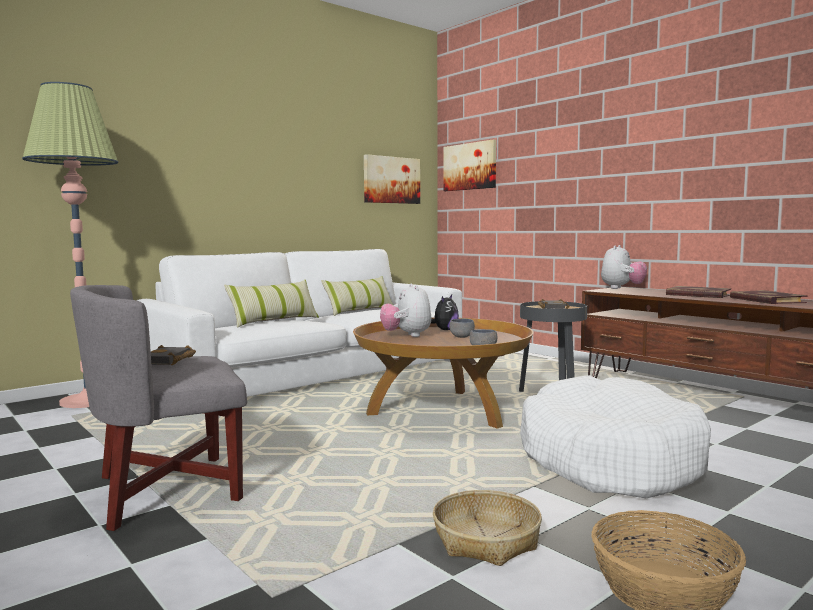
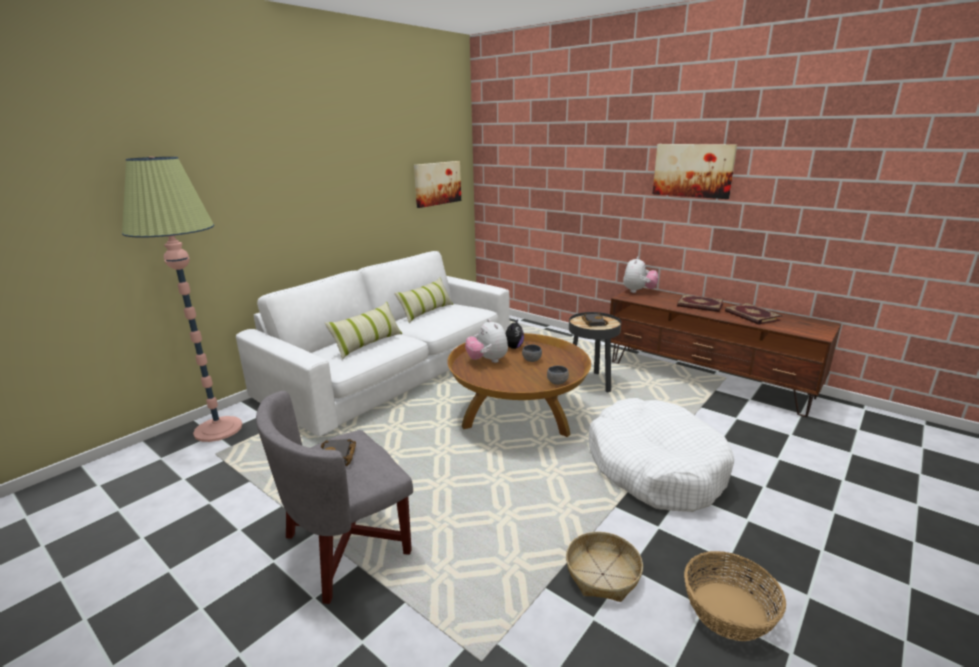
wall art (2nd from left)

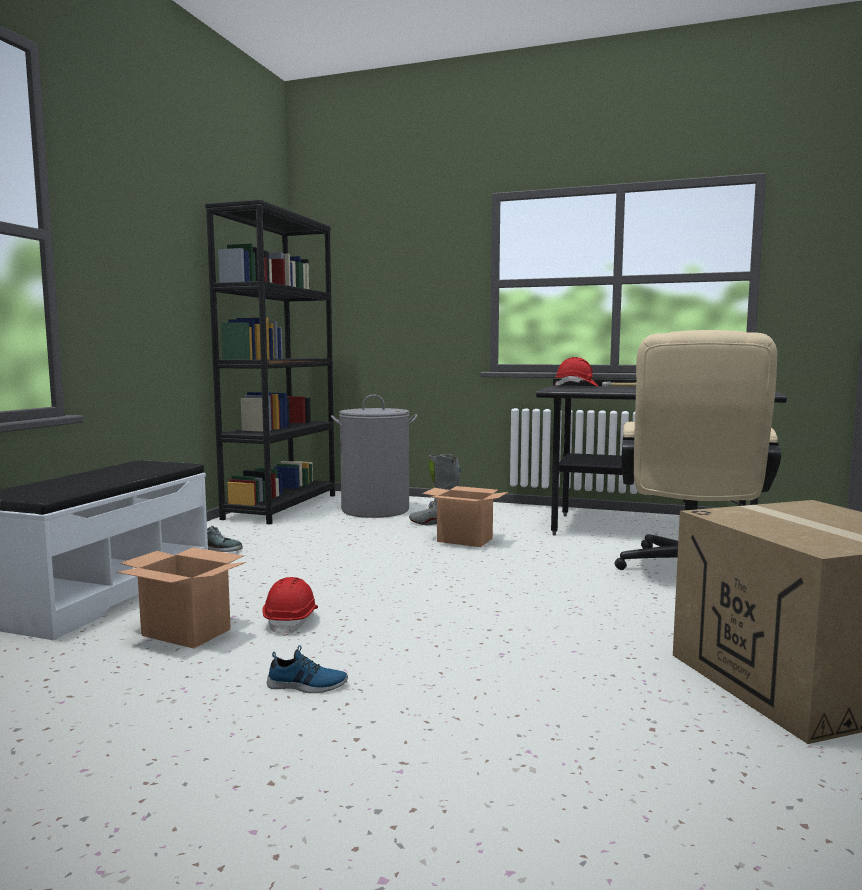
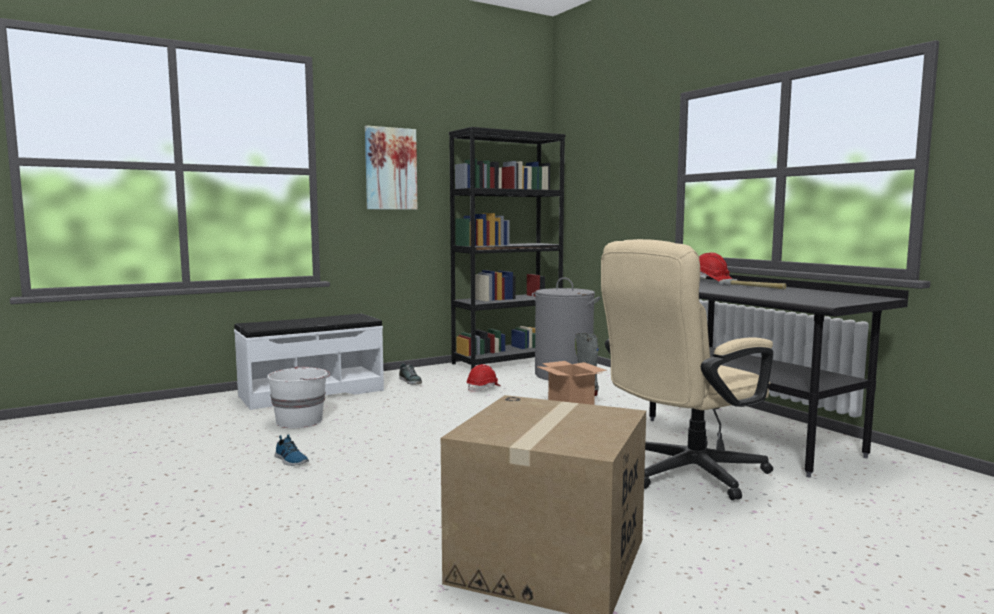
whitish bucket
reddish work helmet (1st from left)
wall art

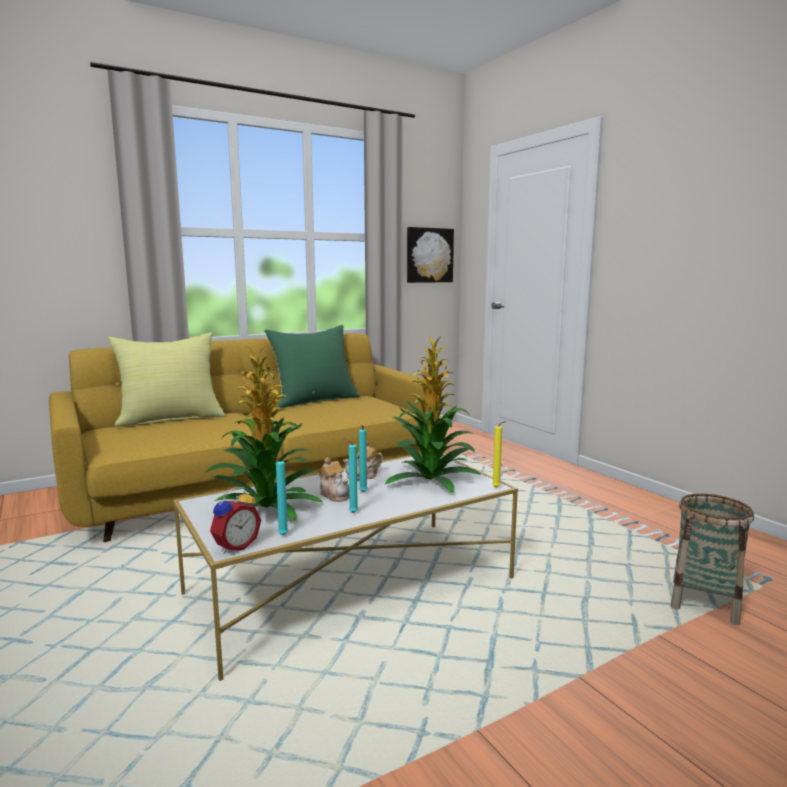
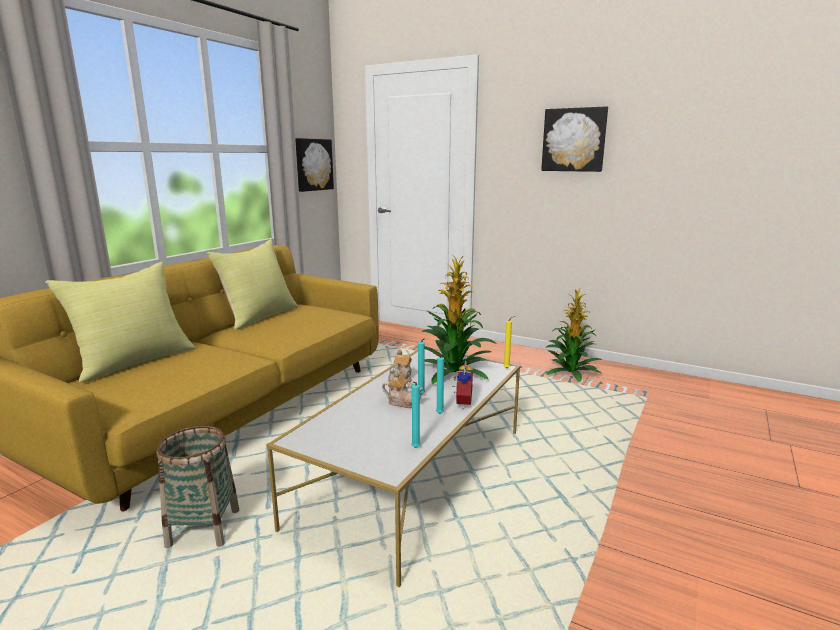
yellow-coloured pillow (2nd from left)
plant in a pot (2nd from left)
table clock
basket
wall art (2nd from left)

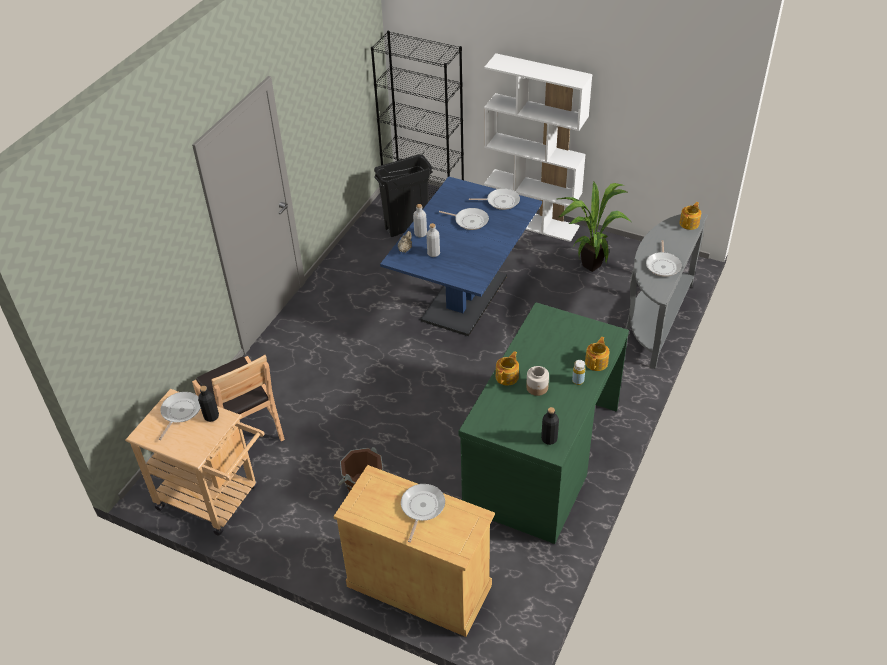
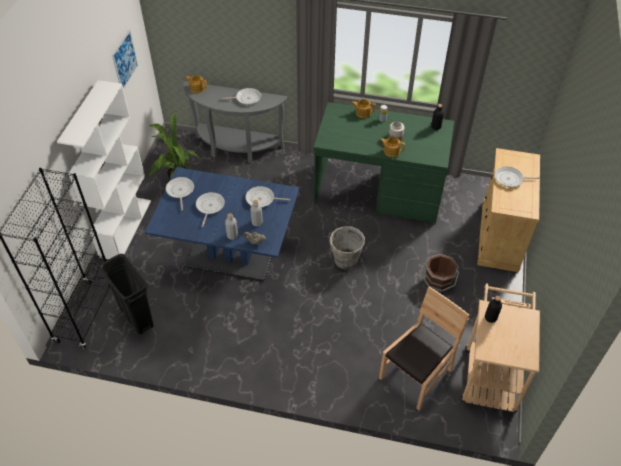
skillet (4th from left)
wall art
grey bucket

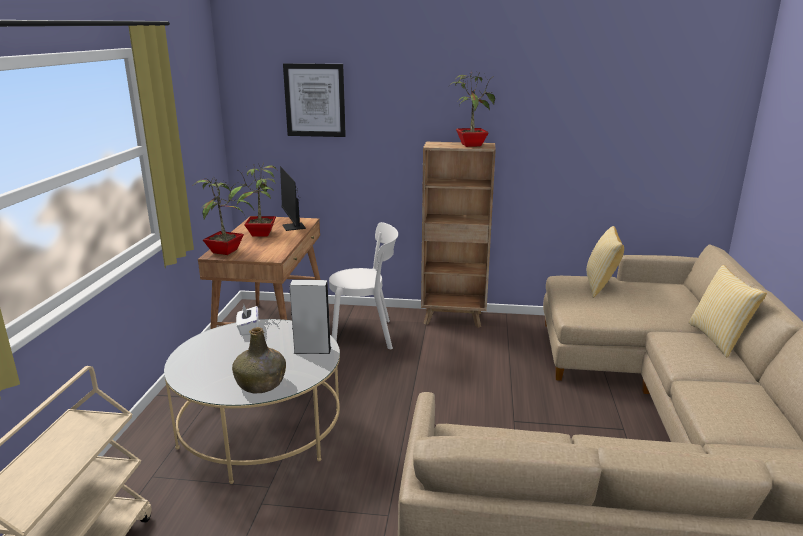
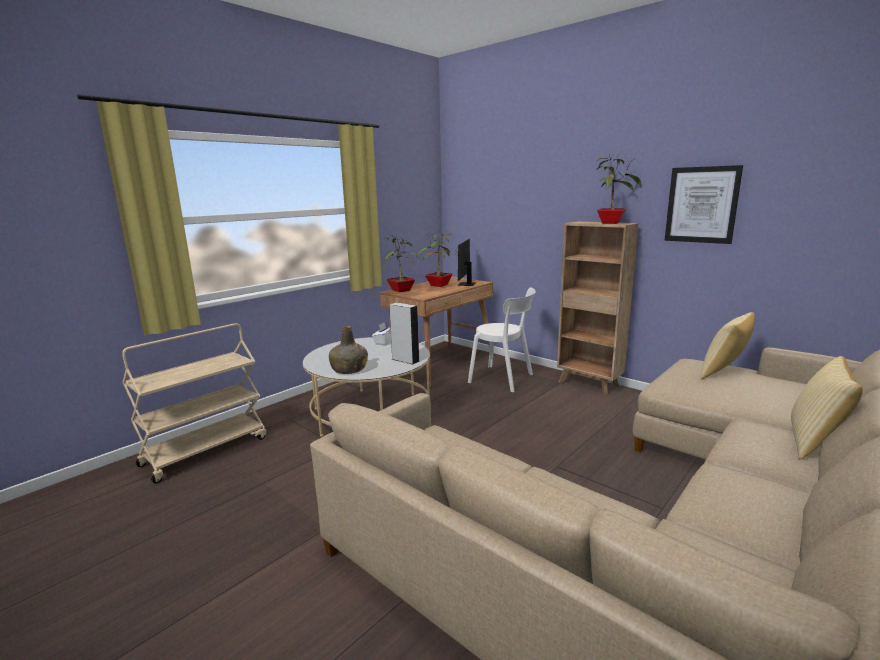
wall art

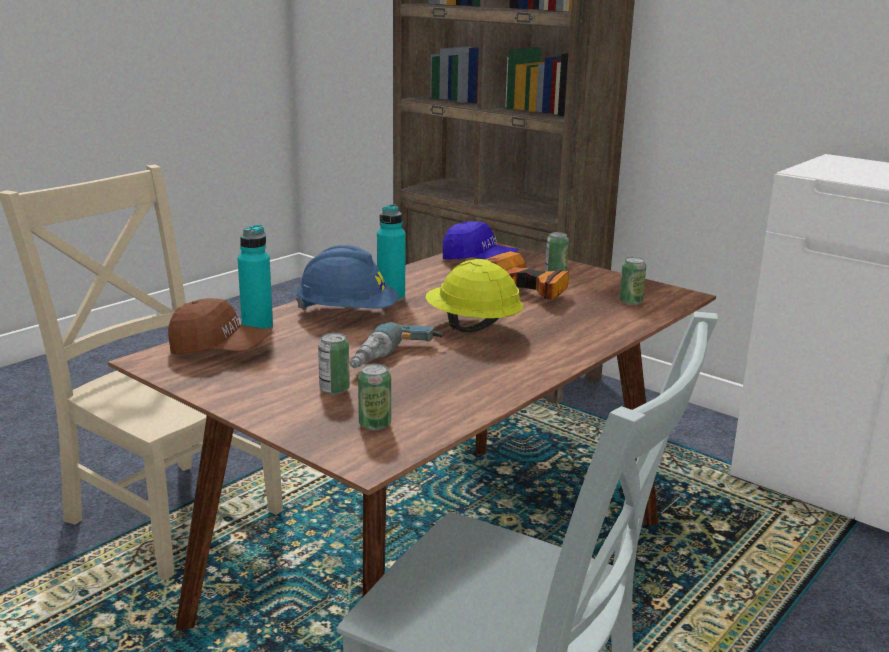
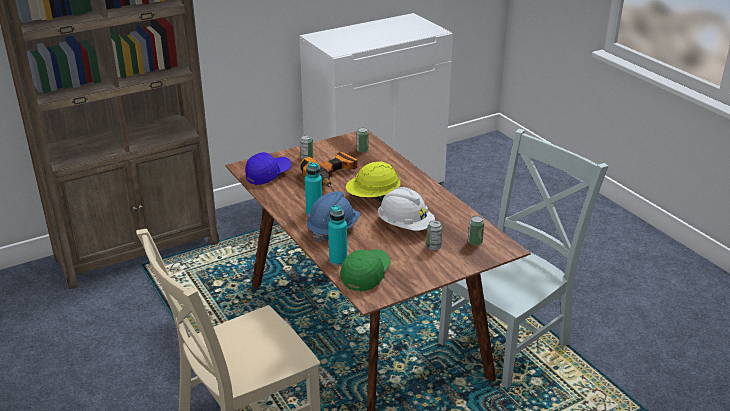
greenish peaked cap
whitish work helmet

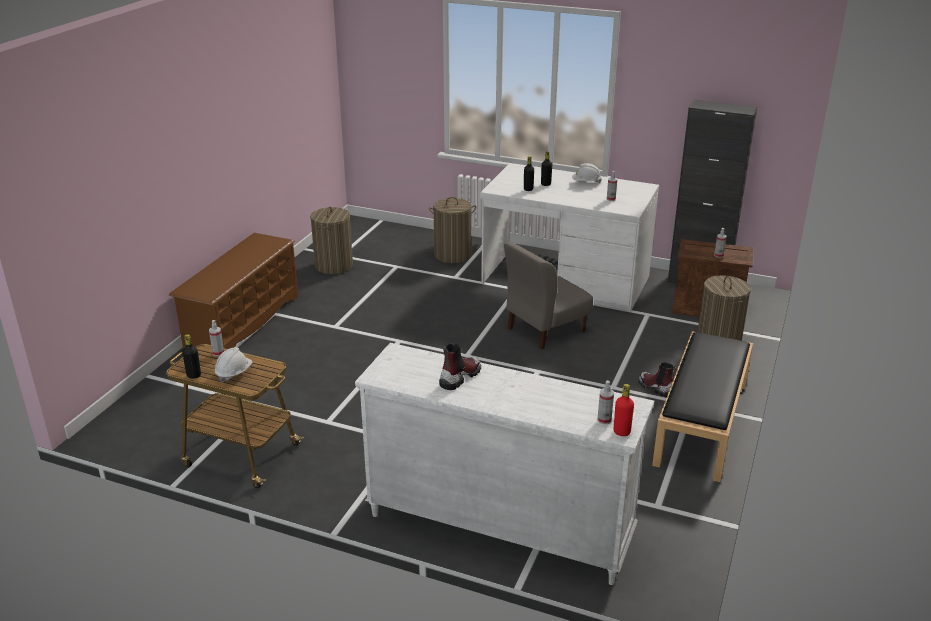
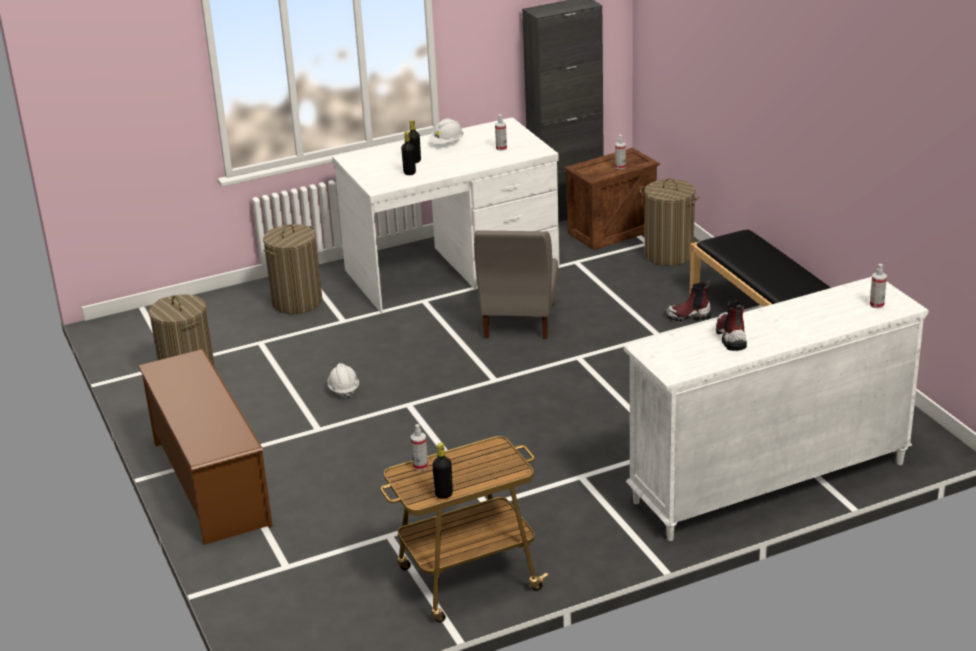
whitish work helmet (1st from left)
reddish drink bottle

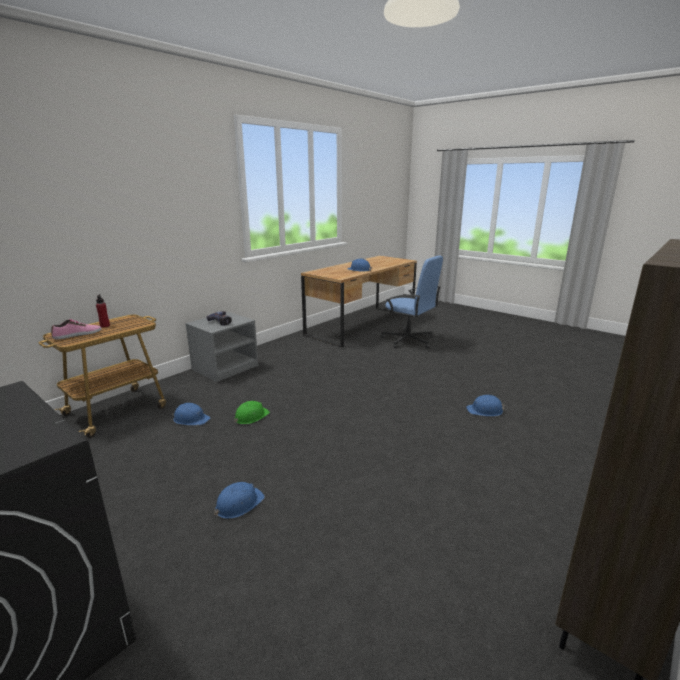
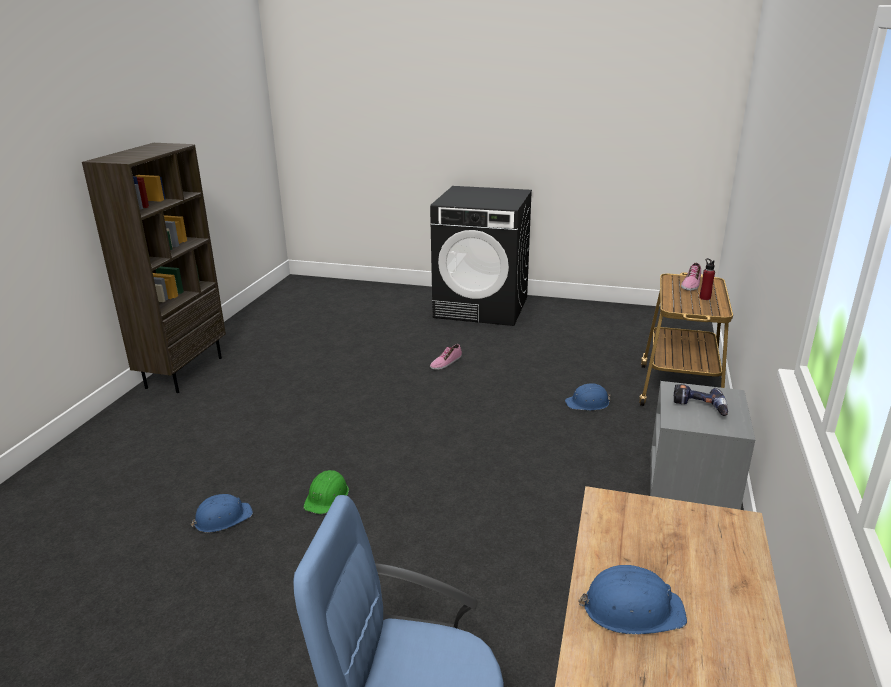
greenish work helmet
item of footwear (1st from left)

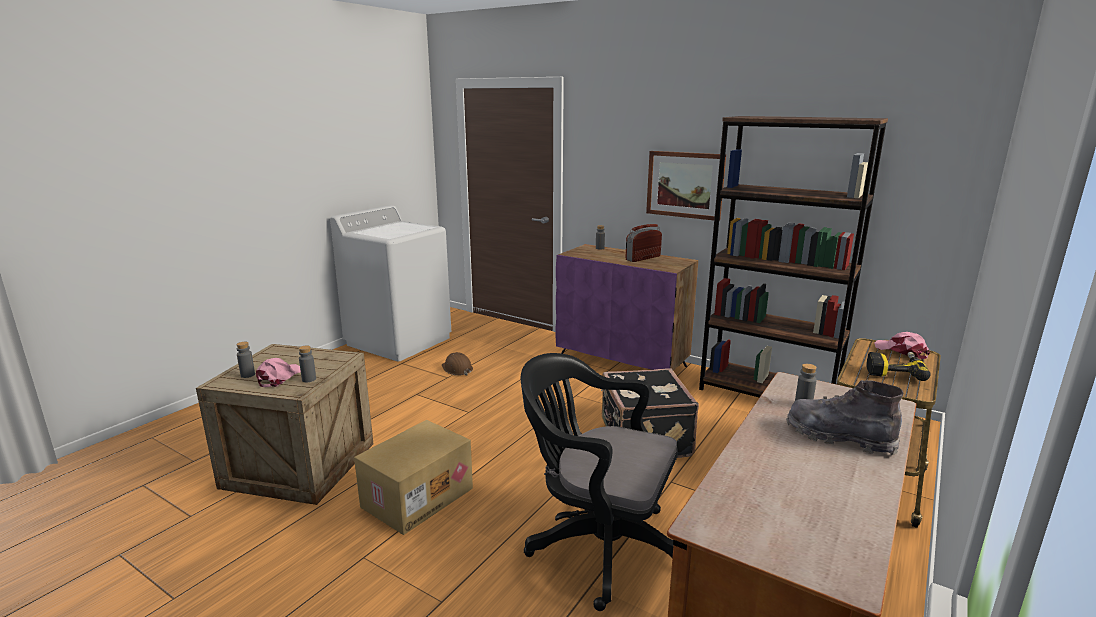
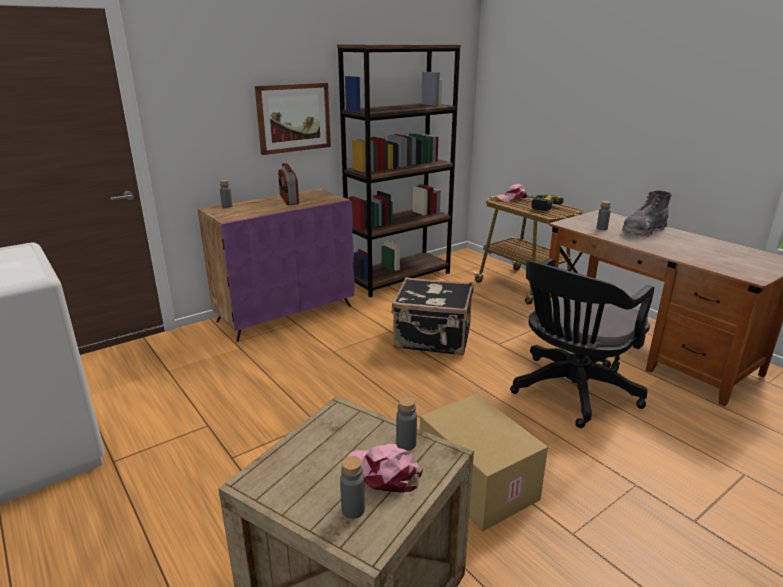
brown-coloured work helmet

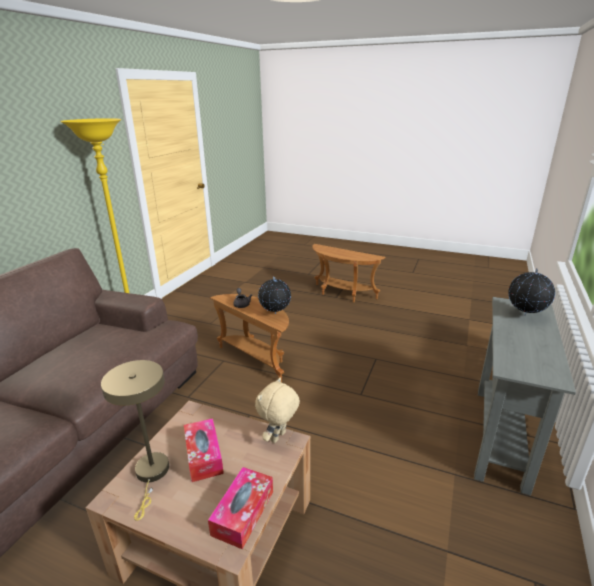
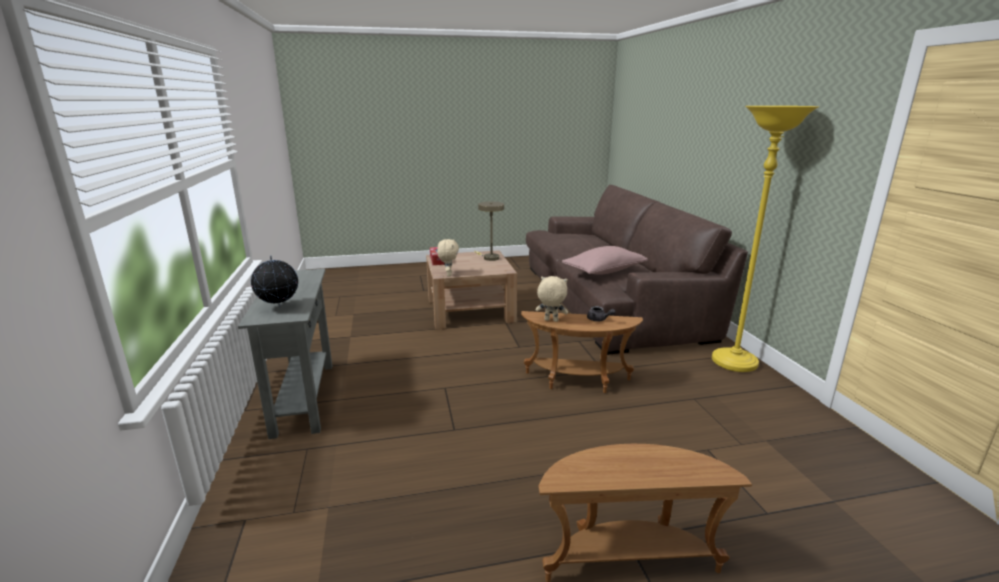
beige plush toy (2nd from left)
tissue box (1st from left in the first image)
pinkish pillow

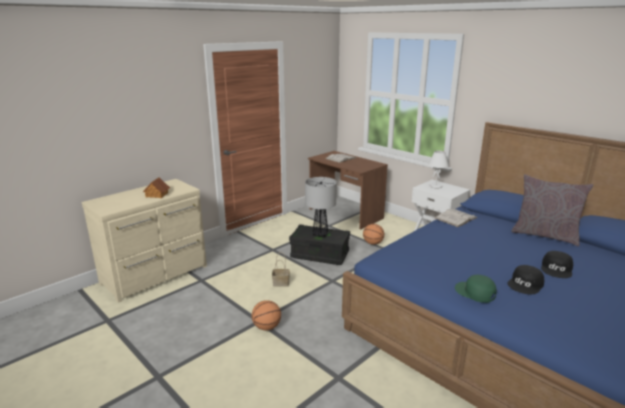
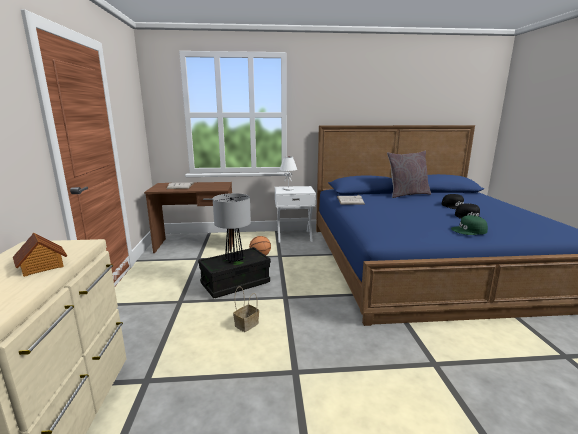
basketball (1st from left in the first image)

